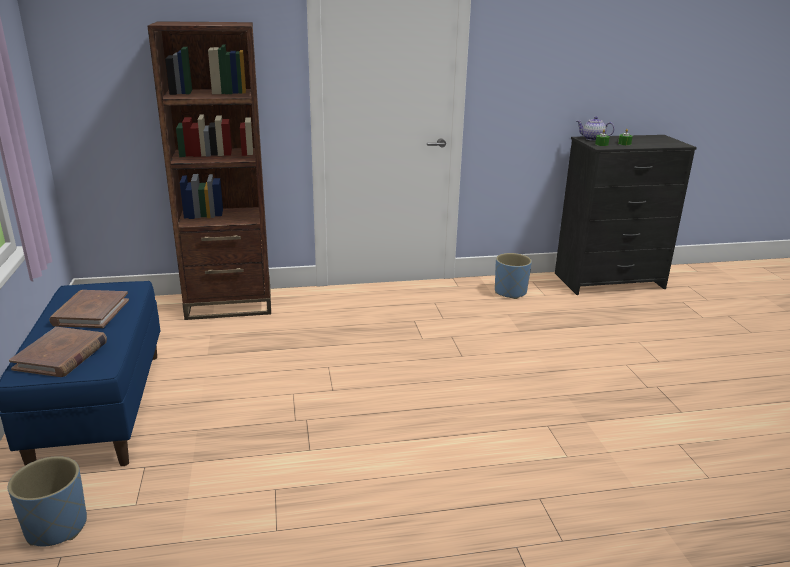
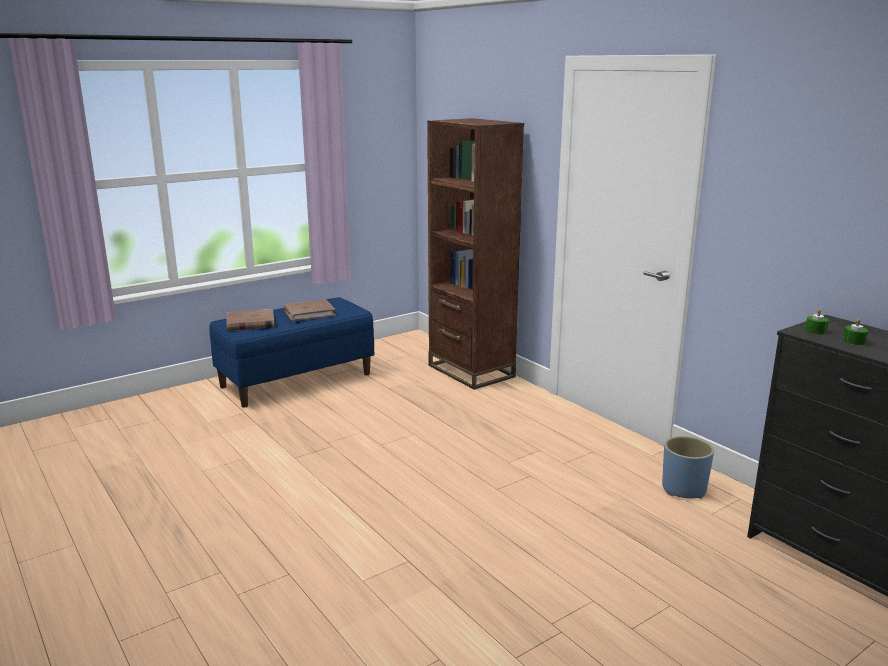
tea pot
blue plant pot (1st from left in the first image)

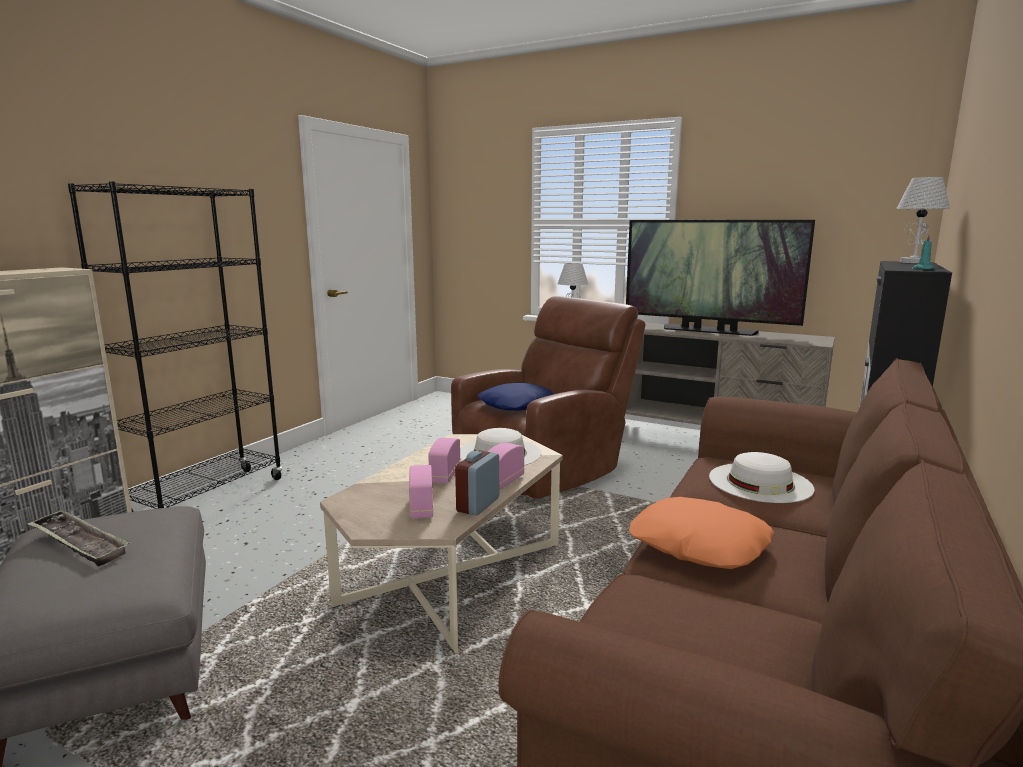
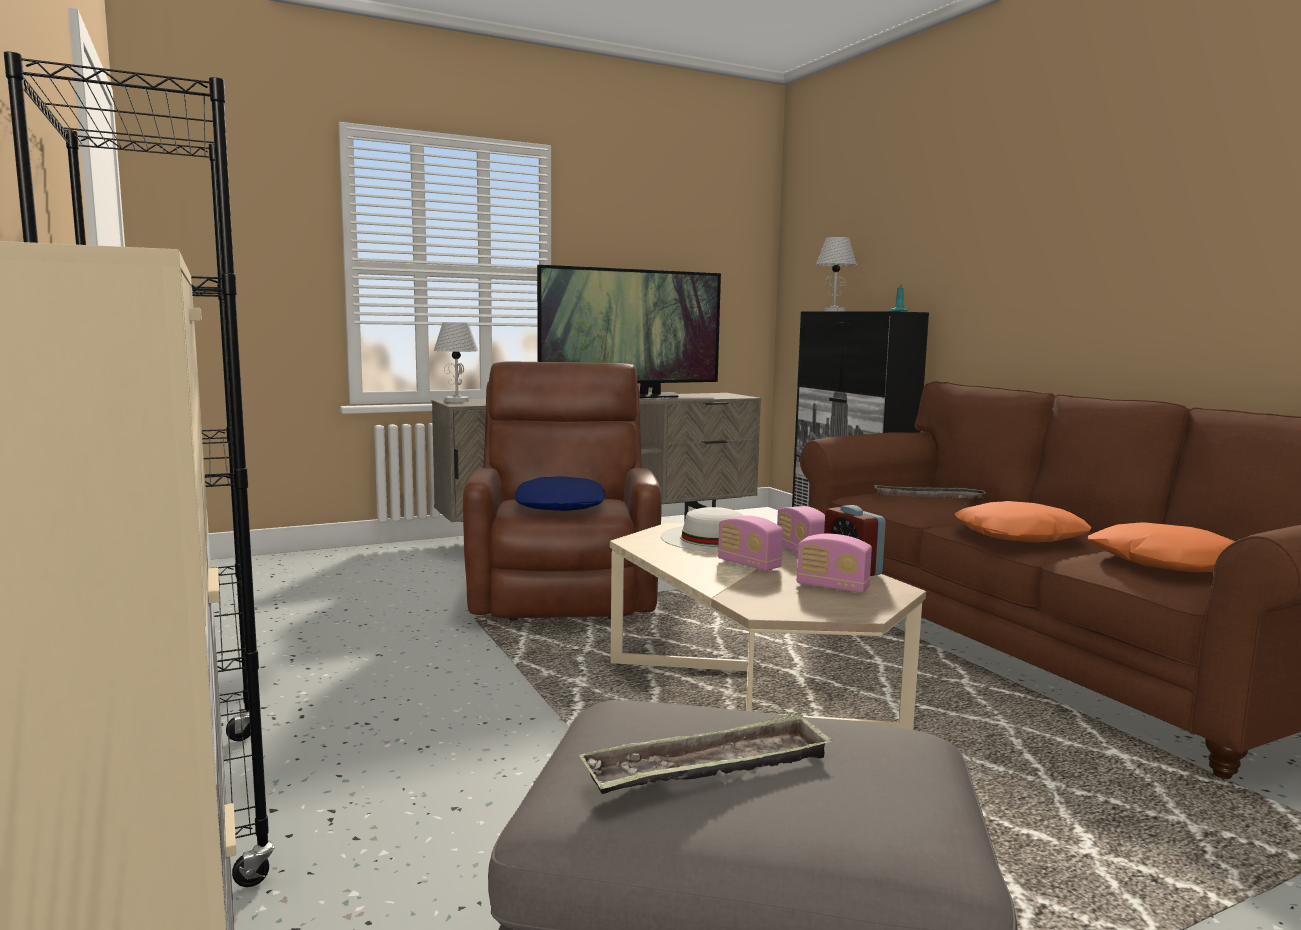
carrying tray (2nd from left)
orangey pillow (2nd from left)

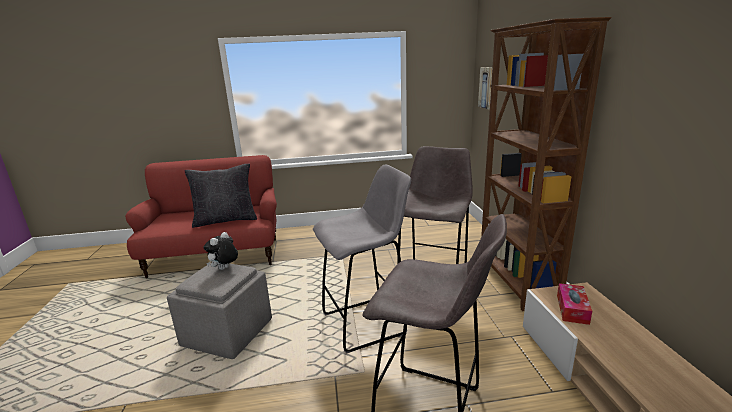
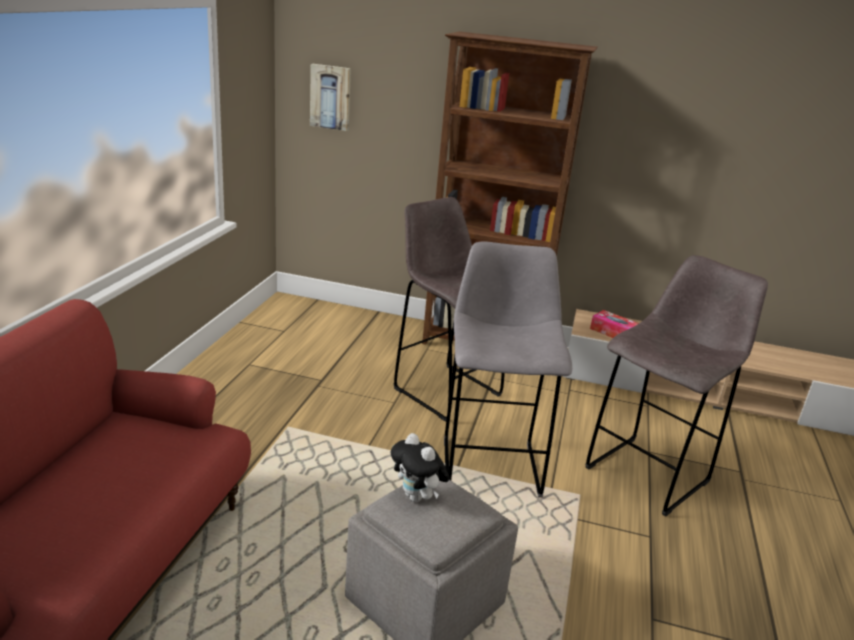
blackish pillow

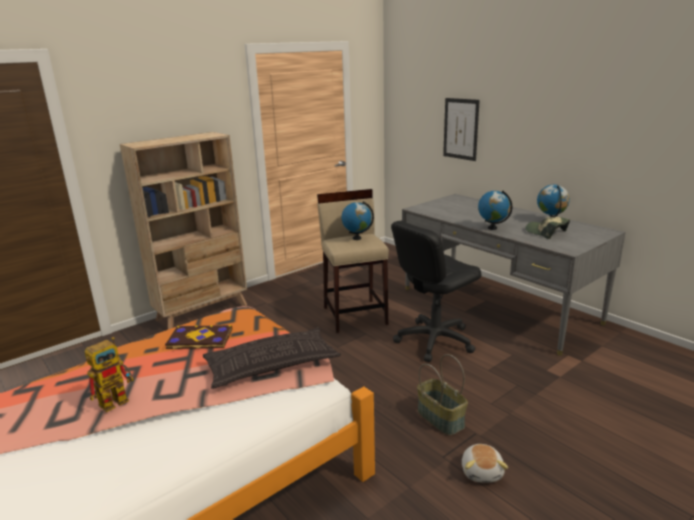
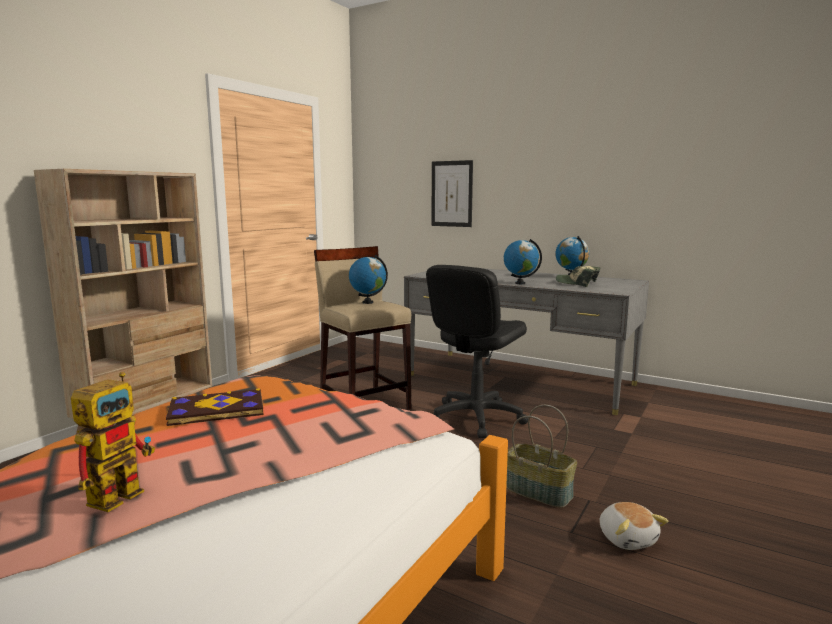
pillow

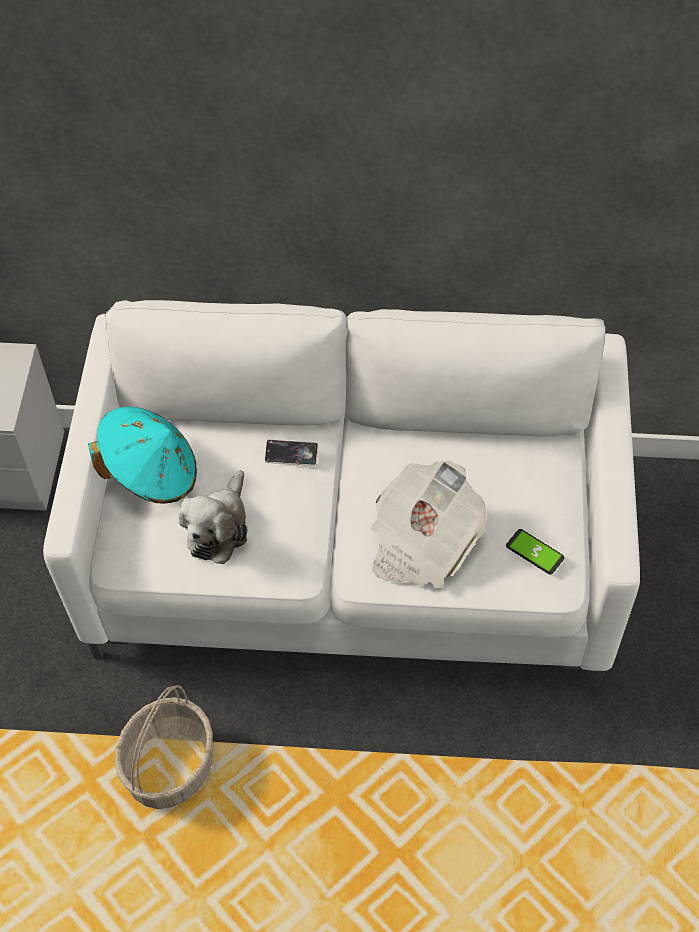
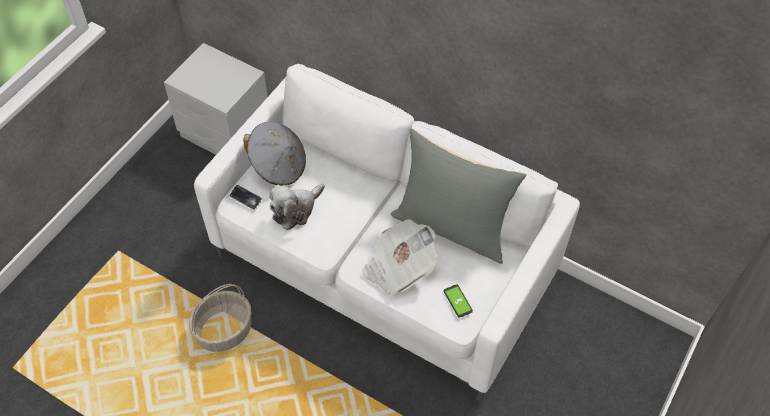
grey wearable hat
telephone (1st from left)
grey pillow

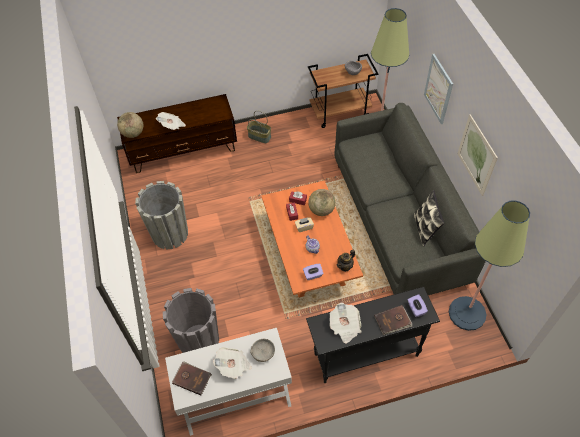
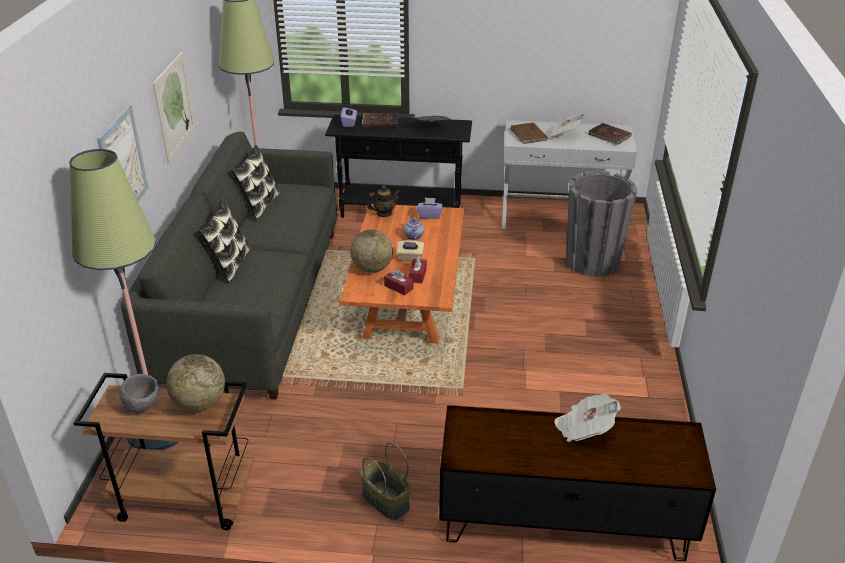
world globe (1st from left)
grey plant pot (1st from left in the first image)
brown-coloured bound book (2nd from left)
pillow (1st from left)

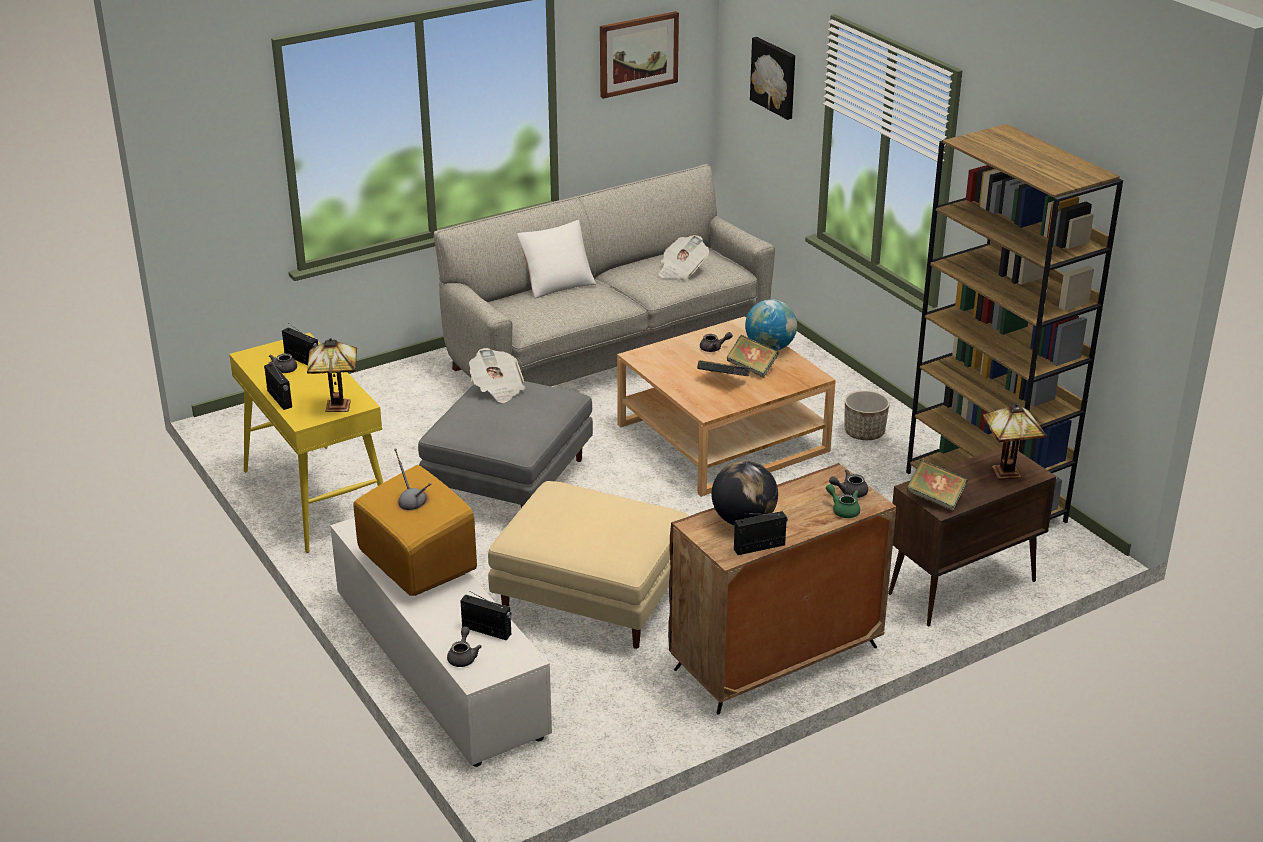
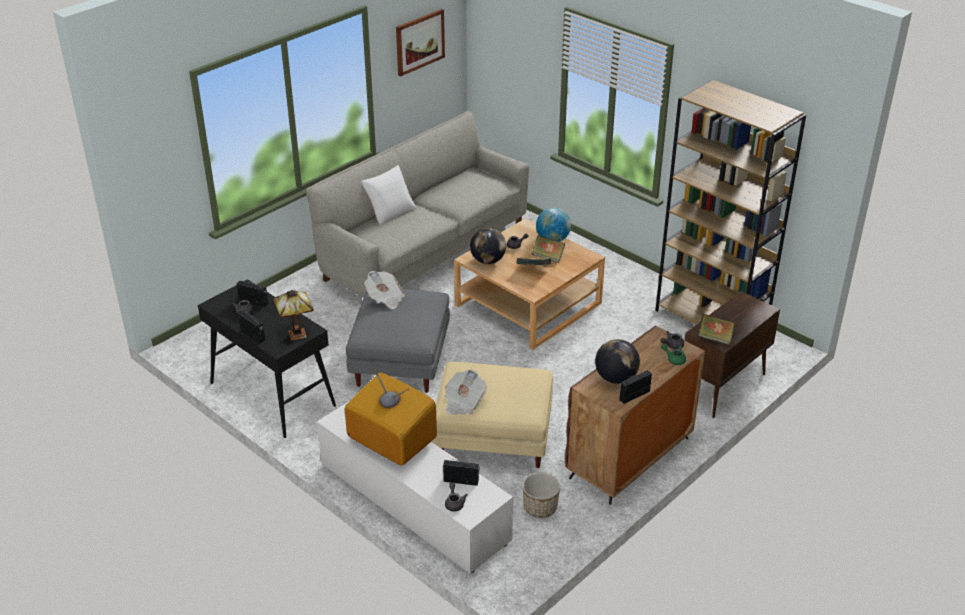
wall art (2nd from left in the first image)
printed paper (2nd from left)
blackish console table
plant pot
lamp for a table (2nd from left in the first image)
world globe (1st from left)

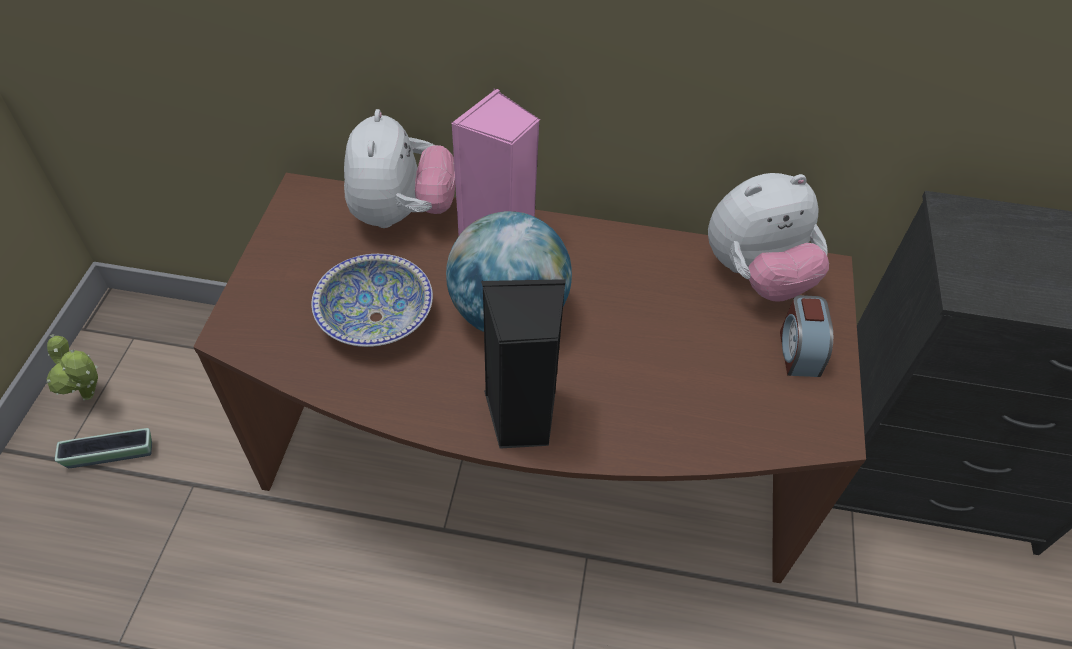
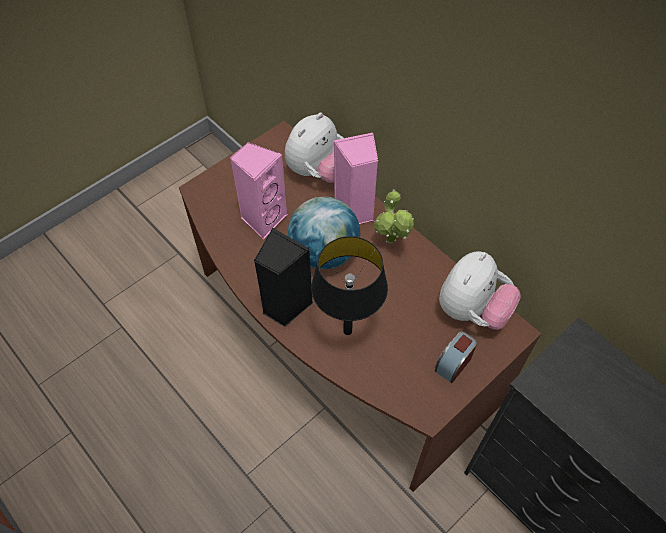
plush toy (2nd from left)
pinkish loudspeaker (1st from left)
plant in a pot
plant pot
blackish lamp for a table

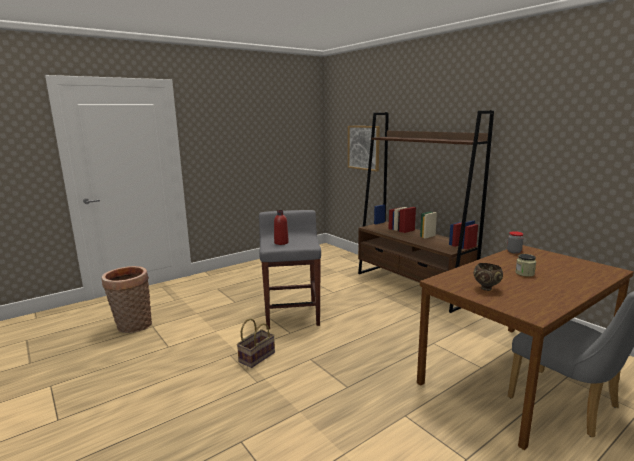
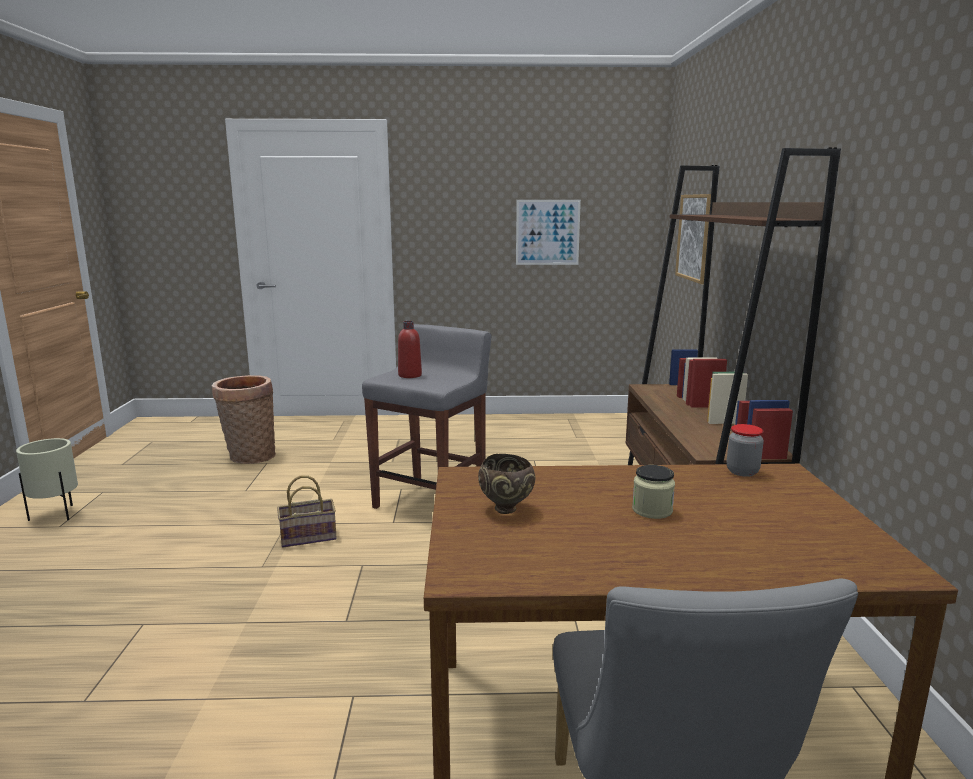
wall art (1st from left)
beige plant pot

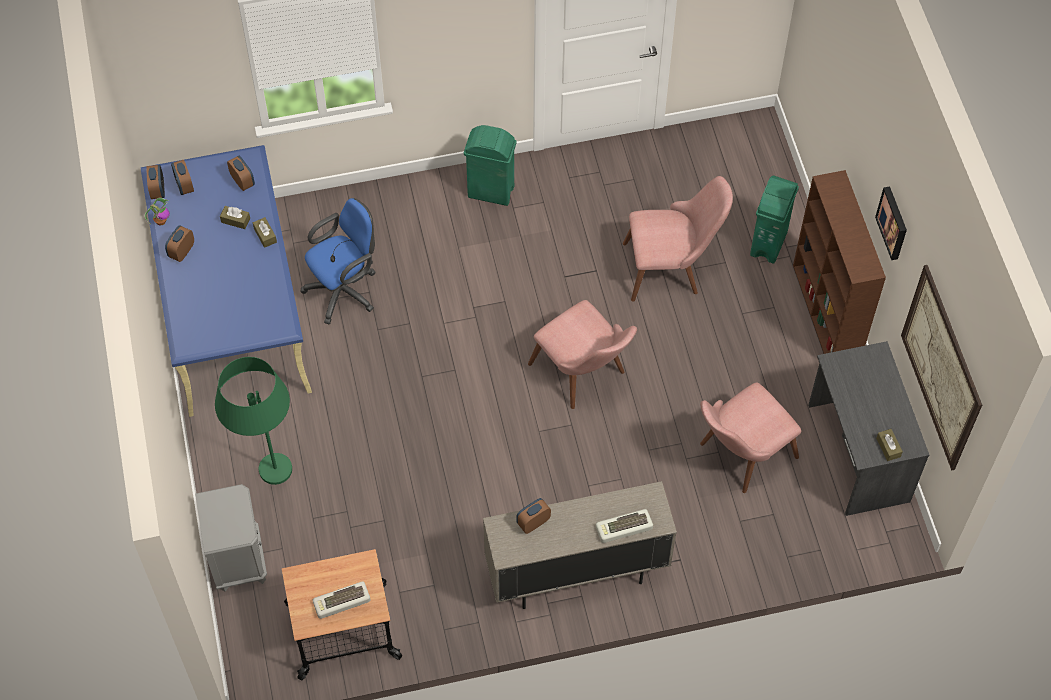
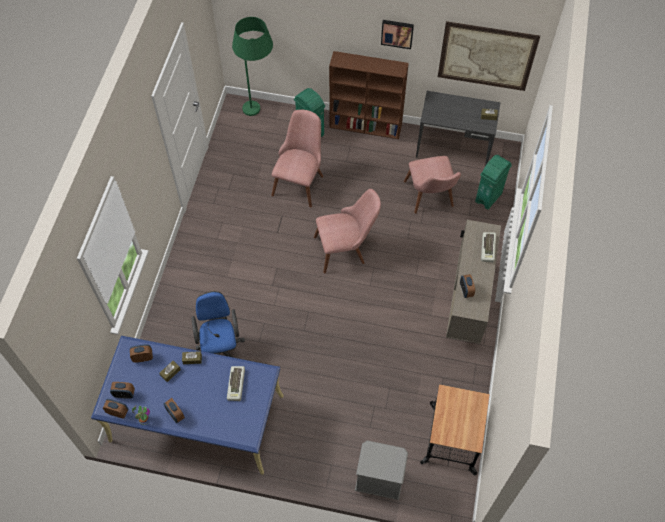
greenish waste bin (2nd from left)
greenish standing lamp
computer keyboard (1st from left)

